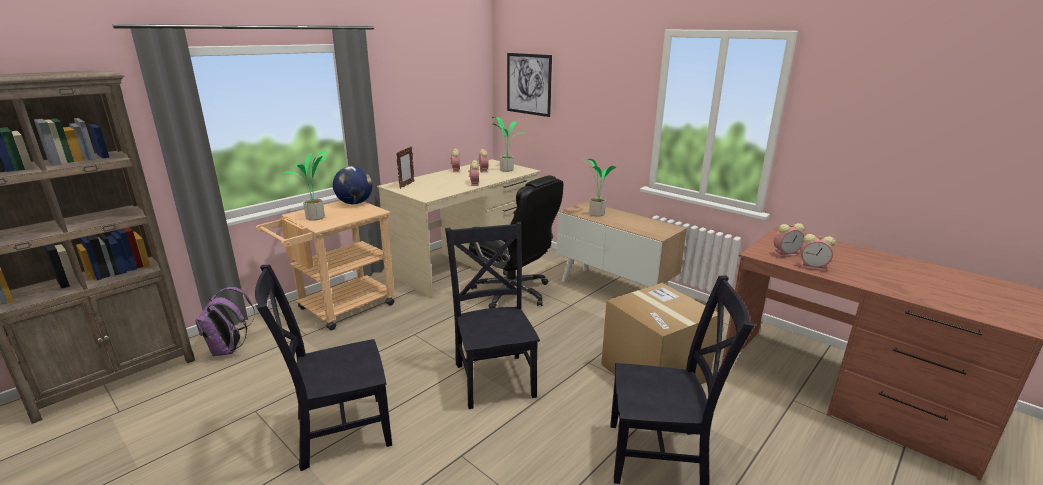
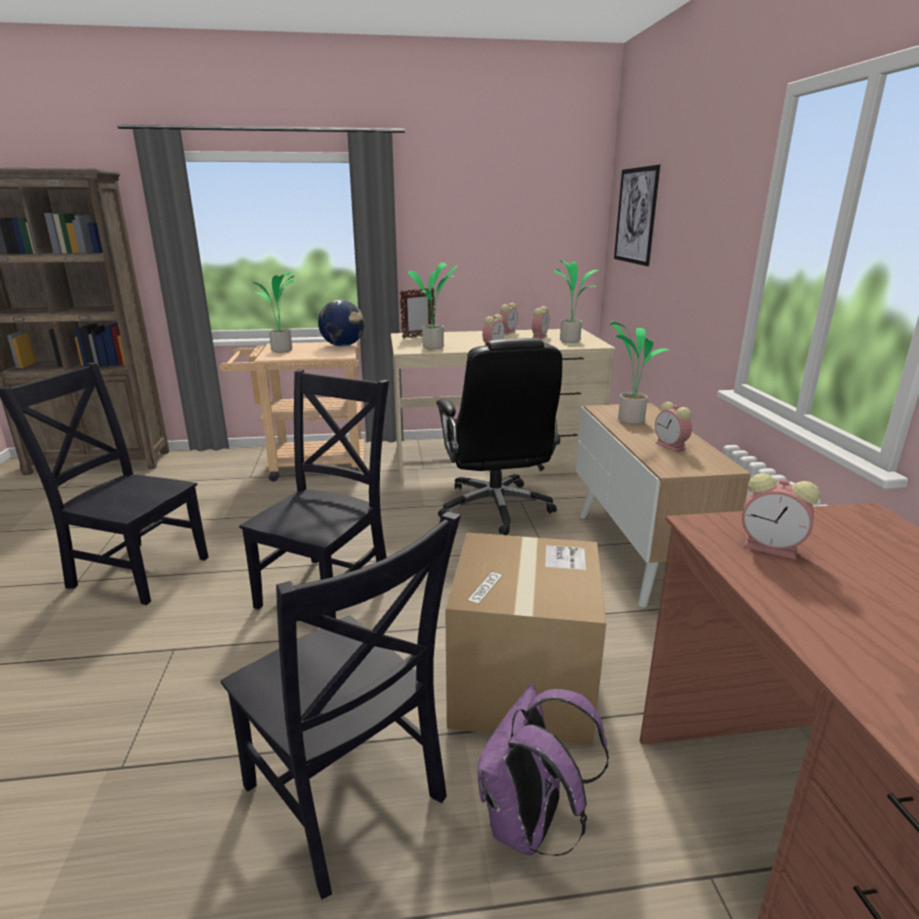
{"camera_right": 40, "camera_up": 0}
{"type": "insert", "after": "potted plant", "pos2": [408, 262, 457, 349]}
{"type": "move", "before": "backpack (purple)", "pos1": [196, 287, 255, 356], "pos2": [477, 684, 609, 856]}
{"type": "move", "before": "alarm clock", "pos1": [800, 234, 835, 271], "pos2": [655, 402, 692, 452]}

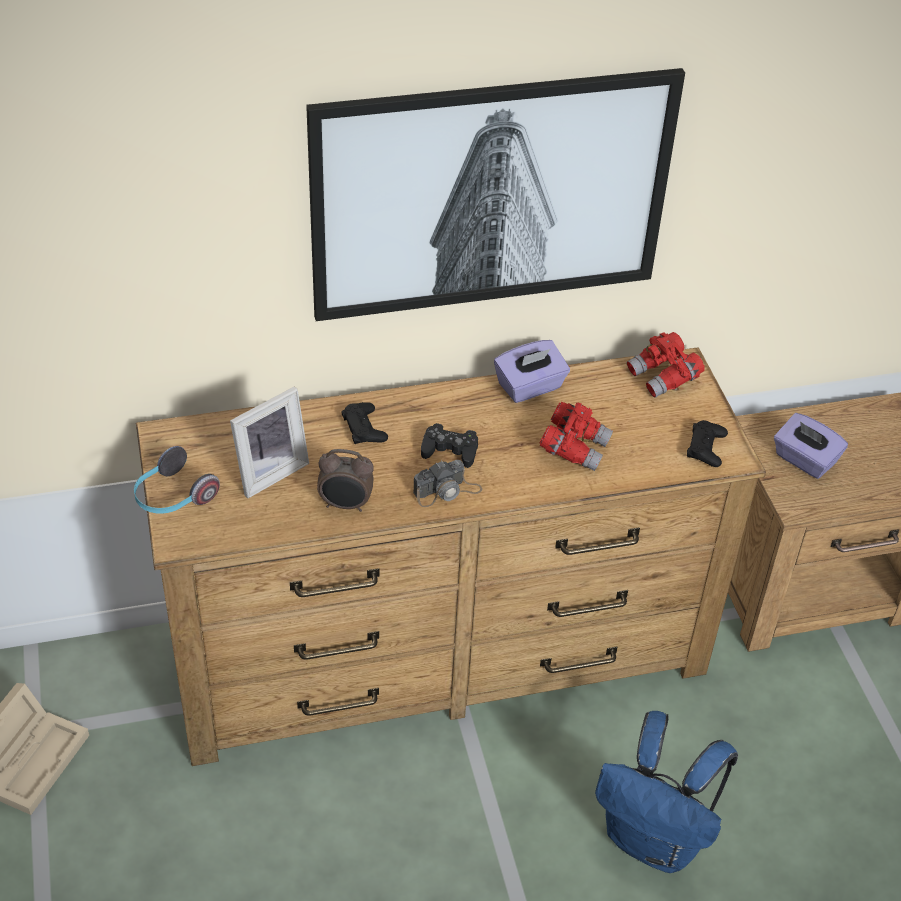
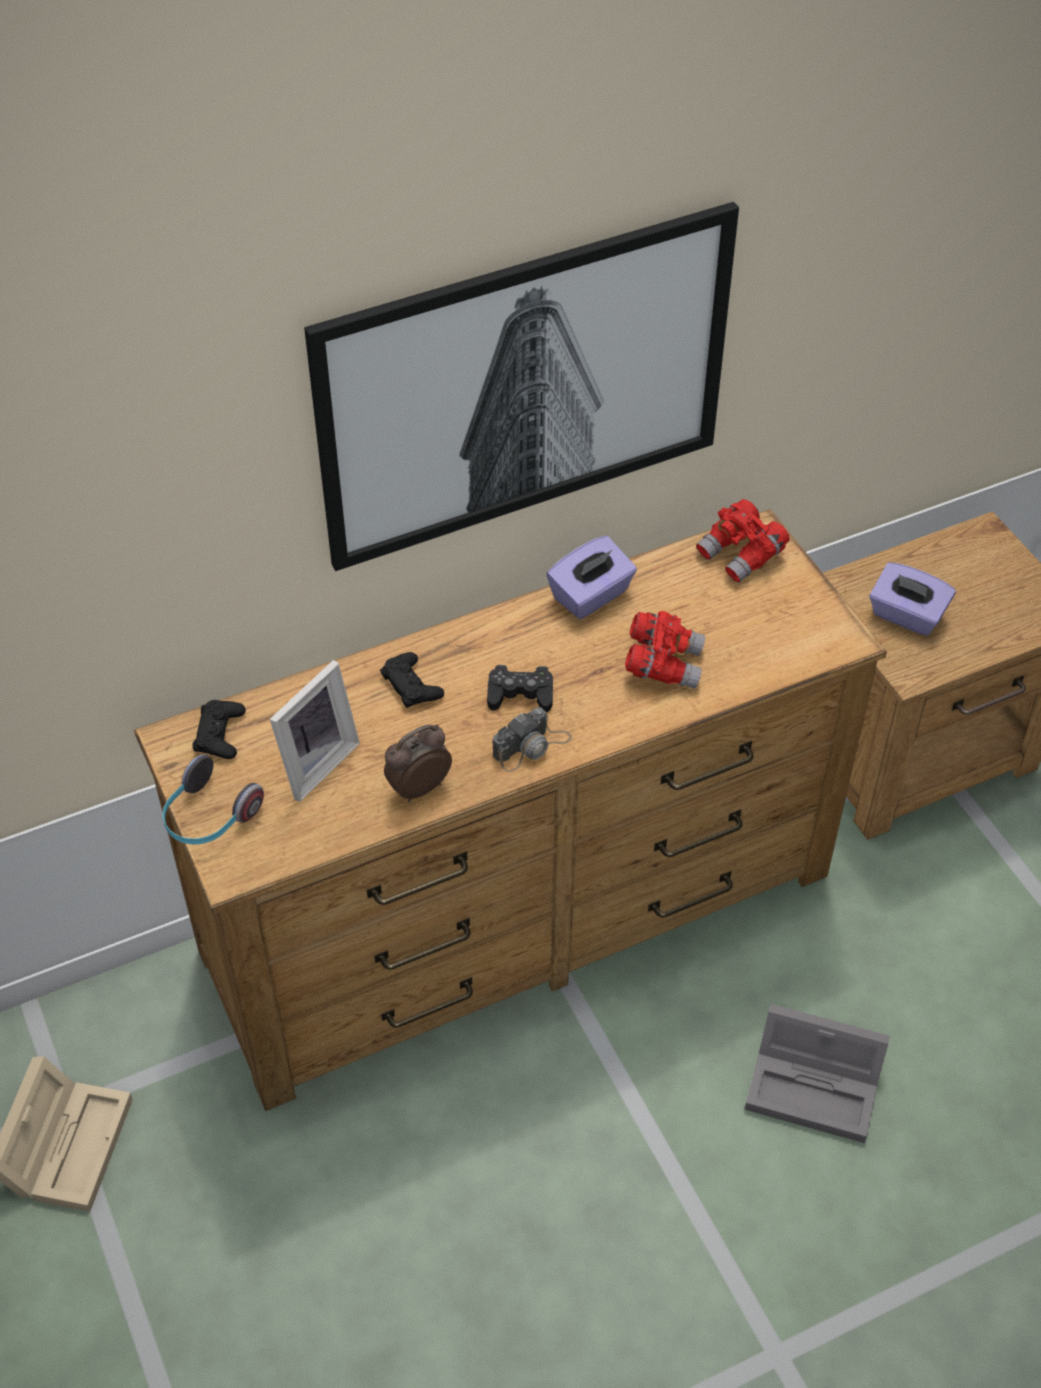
{"camera_right": -10, "camera_up": 5}
{"type": "move", "before": "game controller (black)", "pos1": [687, 420, 728, 467], "pos2": [192, 700, 246, 759]}
{"type": "replace", "before": "backpack (blue)", "after": "storage box (grey)", "pos1": [595, 711, 738, 873], "pos2": [745, 1004, 890, 1143]}
{"type": "rotate", "before": "alarm clock", "pos1": [317, 449, 374, 512], "pos2": [384, 724, 452, 802], "turn": 150}

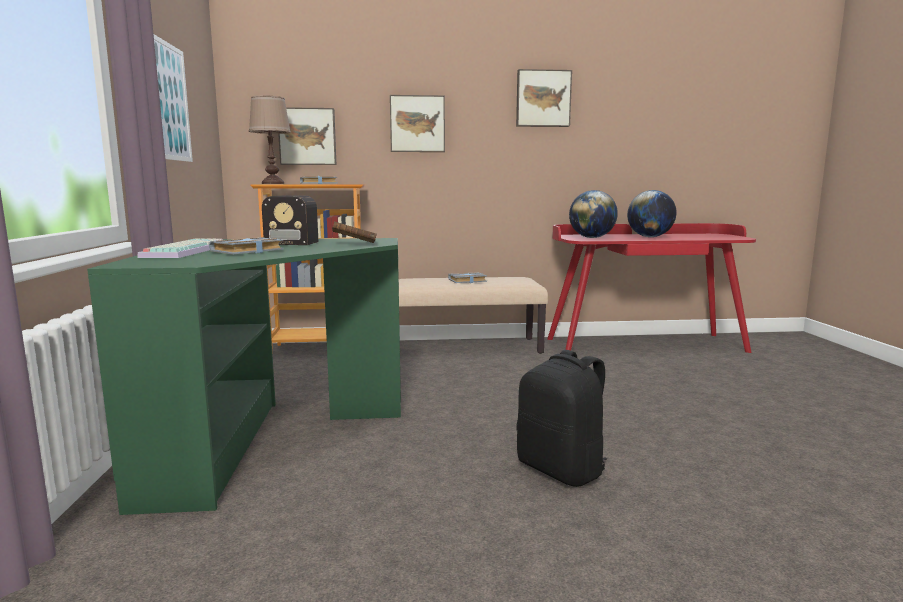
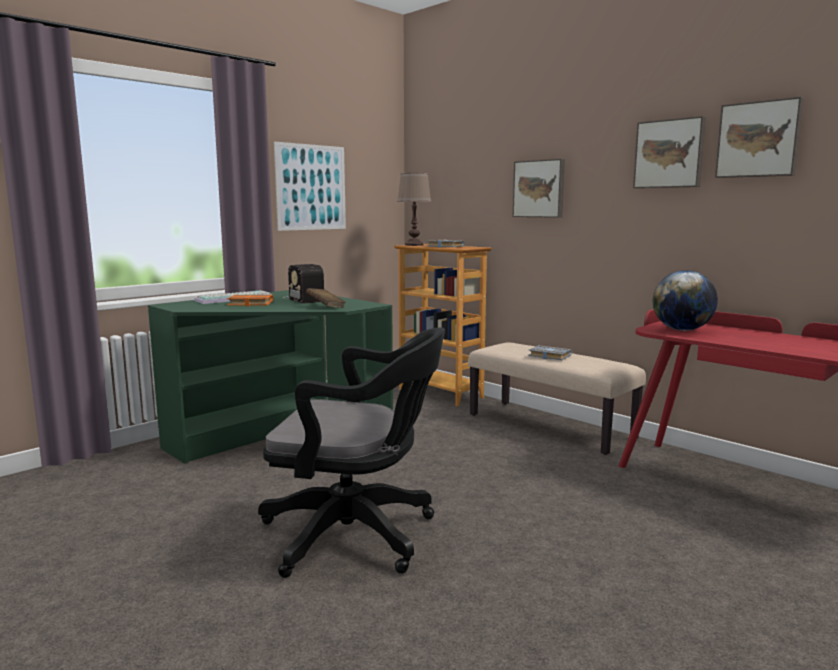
{"camera_right": 50, "camera_up": 0}
{"type": "delete", "before": "globe", "pos1": [627, 190, 677, 237]}
{"type": "move", "before": "picture", "pos1": [278, 107, 336, 165], "pos2": [715, 97, 804, 178]}
{"type": "replace", "before": "backpack (black)", "after": "office chair (black)", "pos1": [516, 350, 607, 487], "pos2": [258, 327, 445, 578]}
{"type": "recolor", "before": "book (grey)", "after": "book (orange)", "pos1": [209, 237, 284, 254], "pos2": [227, 294, 273, 306]}

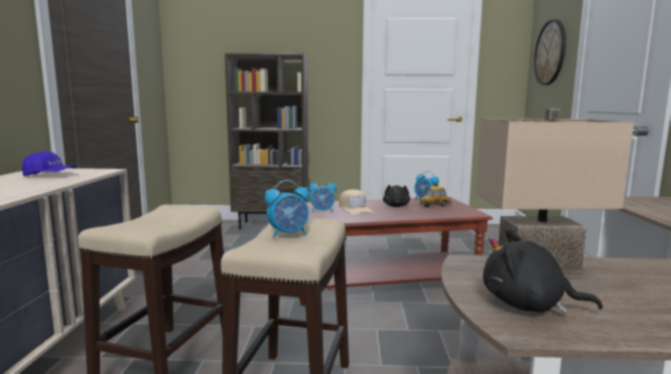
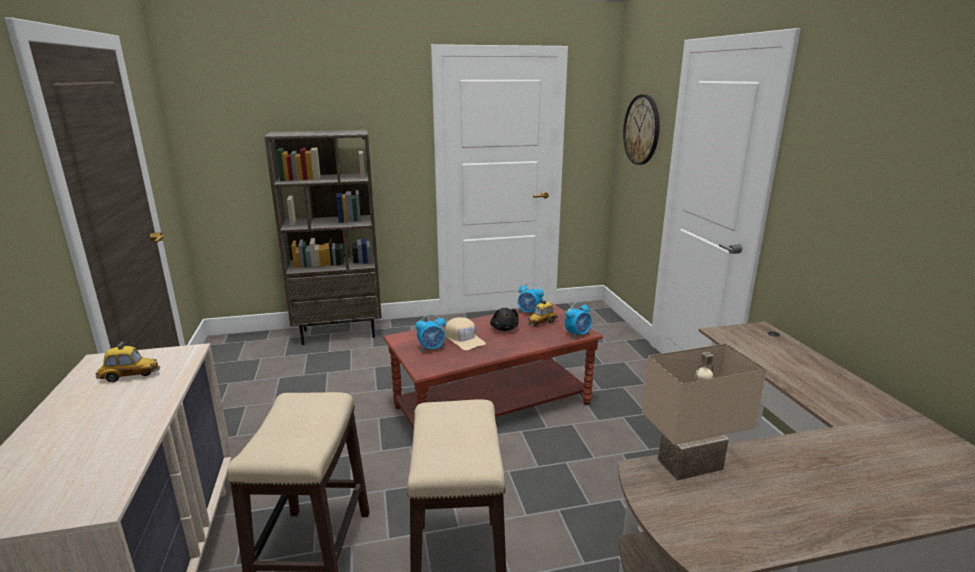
{"camera_right": -15, "camera_up": 10}
{"type": "delete", "before": "plush toy (black)", "pos1": [483, 229, 603, 314]}
{"type": "move", "before": "alarm clock", "pos1": [265, 180, 310, 238], "pos2": [565, 302, 592, 339]}
{"type": "replace", "before": "cap (blue)", "after": "toy car", "pos1": [22, 151, 76, 176], "pos2": [96, 341, 160, 382]}

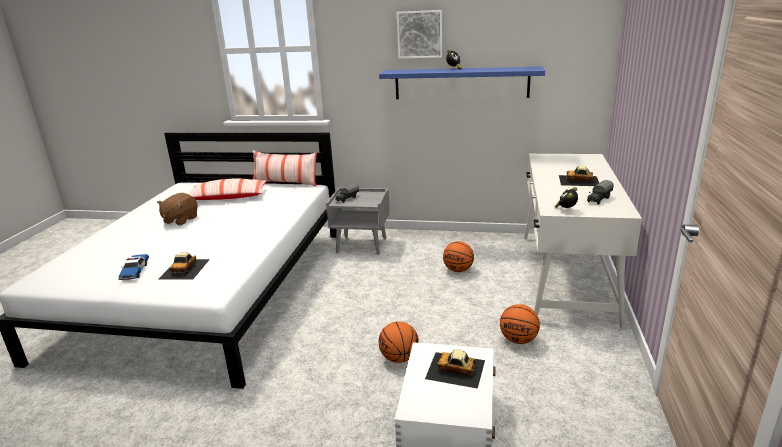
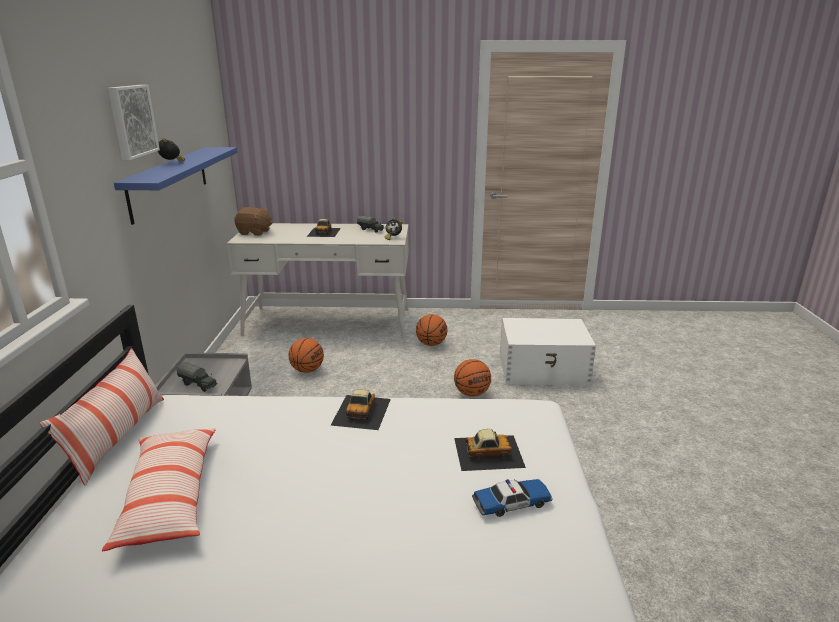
{"camera_right": -100, "camera_up": 0}
{"type": "move", "before": "plush toy (brown)", "pos1": [157, 193, 198, 225], "pos2": [234, 207, 272, 236]}
{"type": "move", "before": "toy car", "pos1": [425, 349, 485, 389], "pos2": [330, 389, 391, 430]}

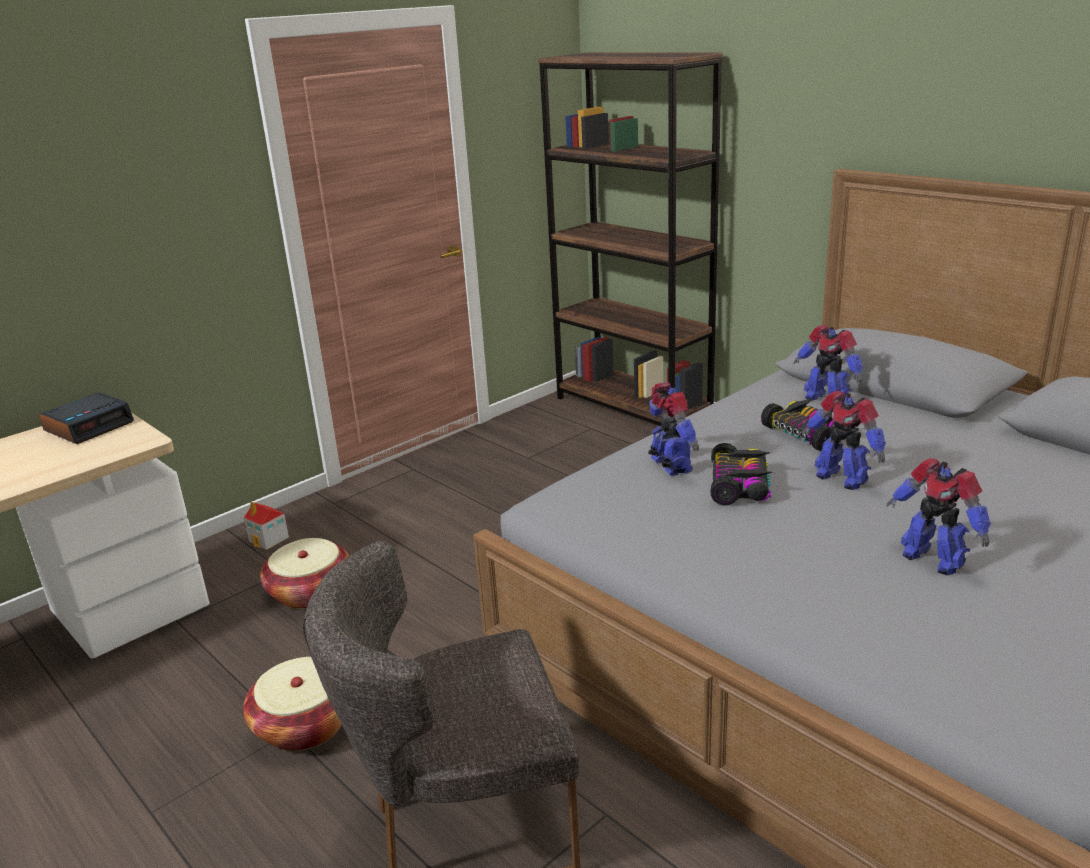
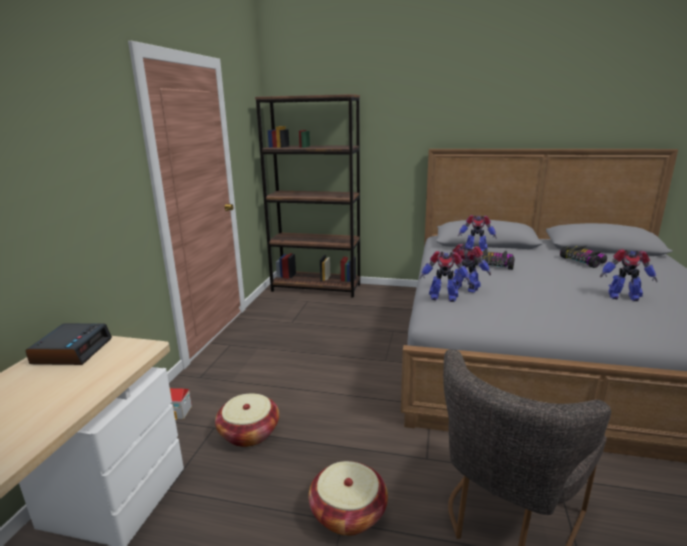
{"camera_right": -35, "camera_up": -5}
{"type": "move", "before": "toy car", "pos1": [710, 443, 772, 506], "pos2": [560, 246, 607, 268]}
{"type": "move", "before": "toy robot", "pos1": [802, 391, 886, 490], "pos2": [420, 251, 470, 302]}

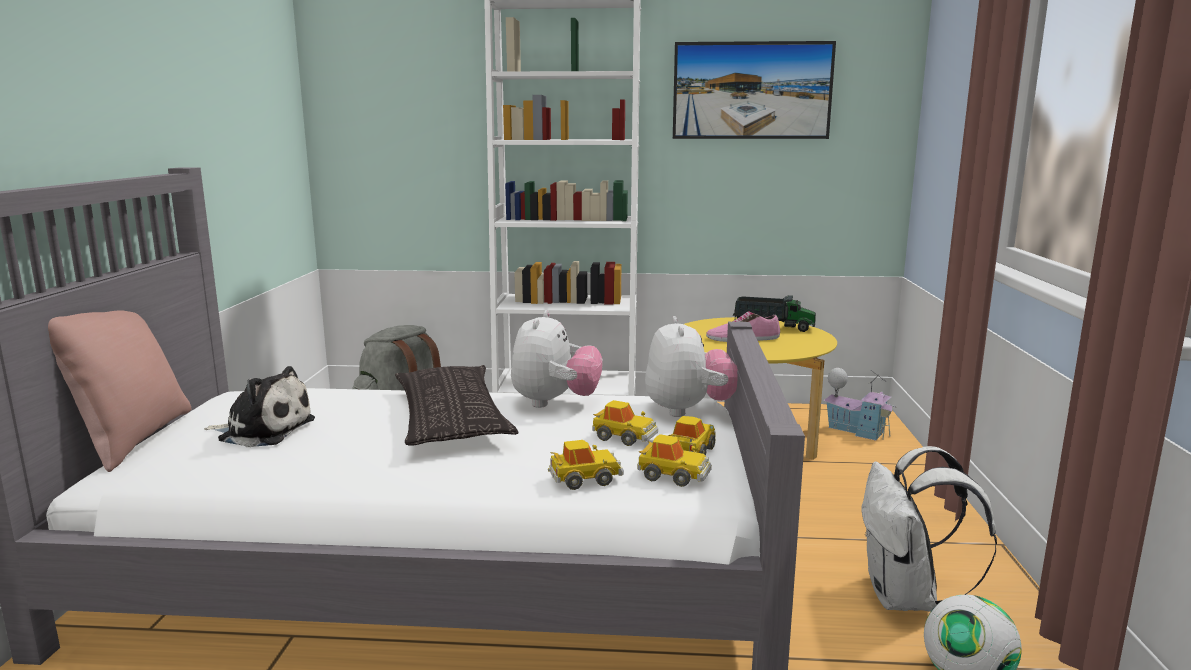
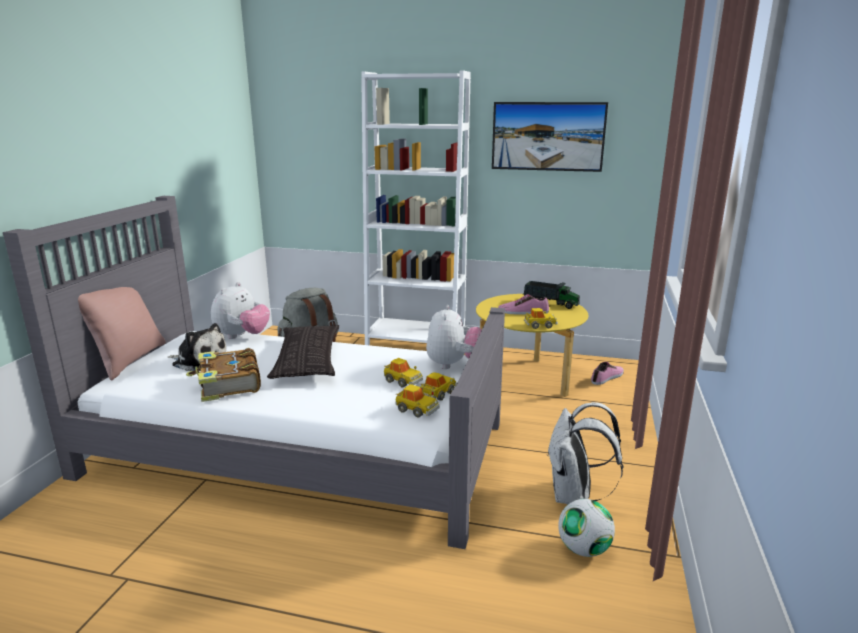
{"camera_right": 10, "camera_up": 5}
{"type": "insert", "after": "book", "pos2": [186, 348, 261, 402]}
{"type": "move", "before": "plush toy", "pos1": [511, 310, 603, 408], "pos2": [211, 282, 270, 339]}
{"type": "move", "before": "toy car", "pos1": [548, 440, 624, 490], "pos2": [524, 308, 558, 329]}
{"type": "replace", "before": "toy house", "after": "shoe", "pos1": [823, 368, 895, 441], "pos2": [591, 362, 624, 385]}

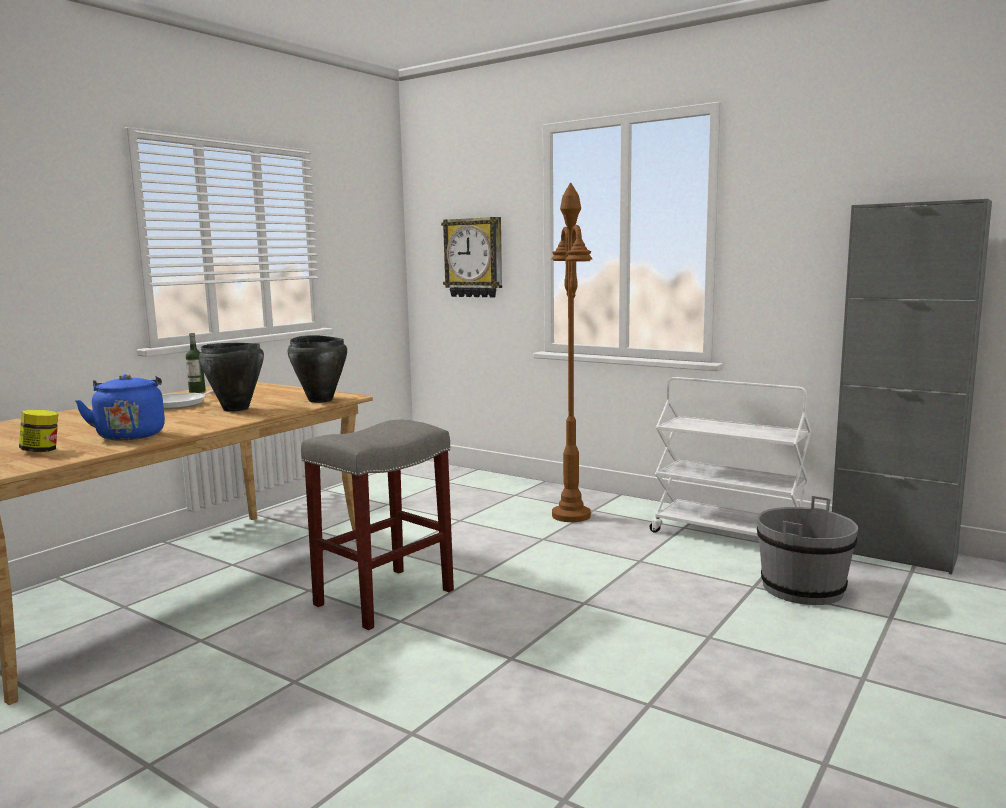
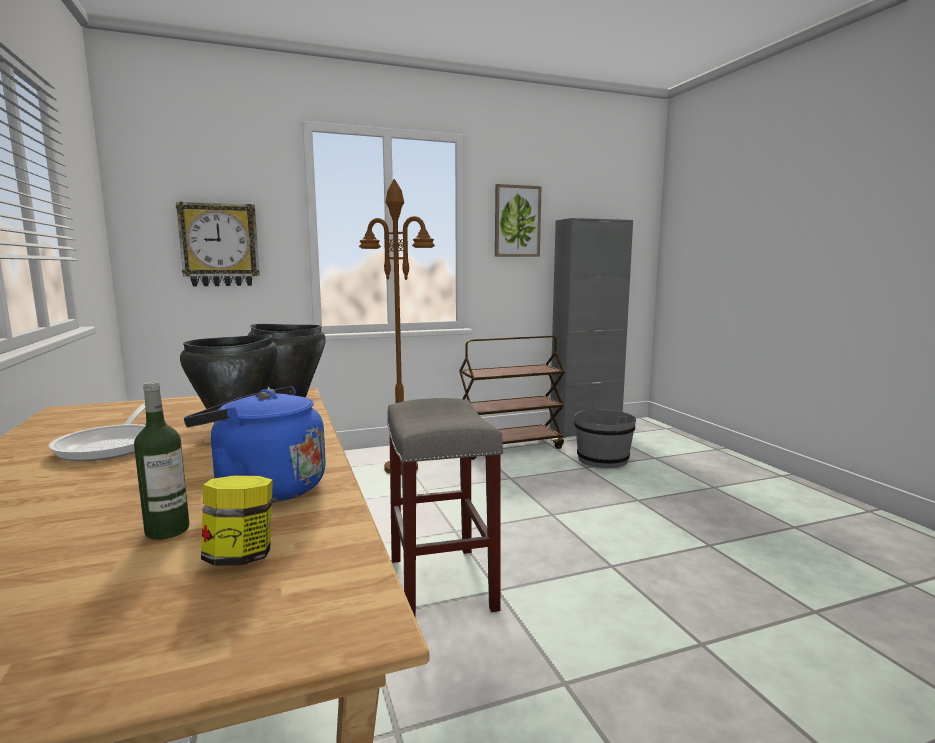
{"camera_right": -55, "camera_up": 0}
{"type": "insert", "after": "picture", "pos2": [495, 184, 542, 257]}
{"type": "move", "before": "bottle", "pos1": [186, 333, 206, 393], "pos2": [134, 382, 190, 540]}
{"type": "recolor", "before": "cart (white)", "after": "cart (brown)", "pos1": [650, 377, 812, 537], "pos2": [459, 336, 565, 460]}

